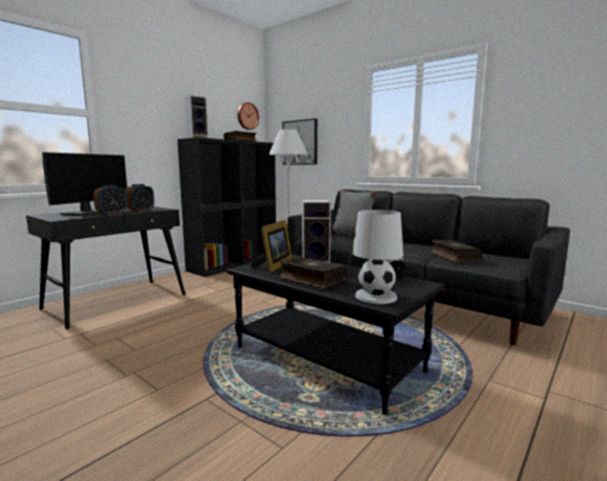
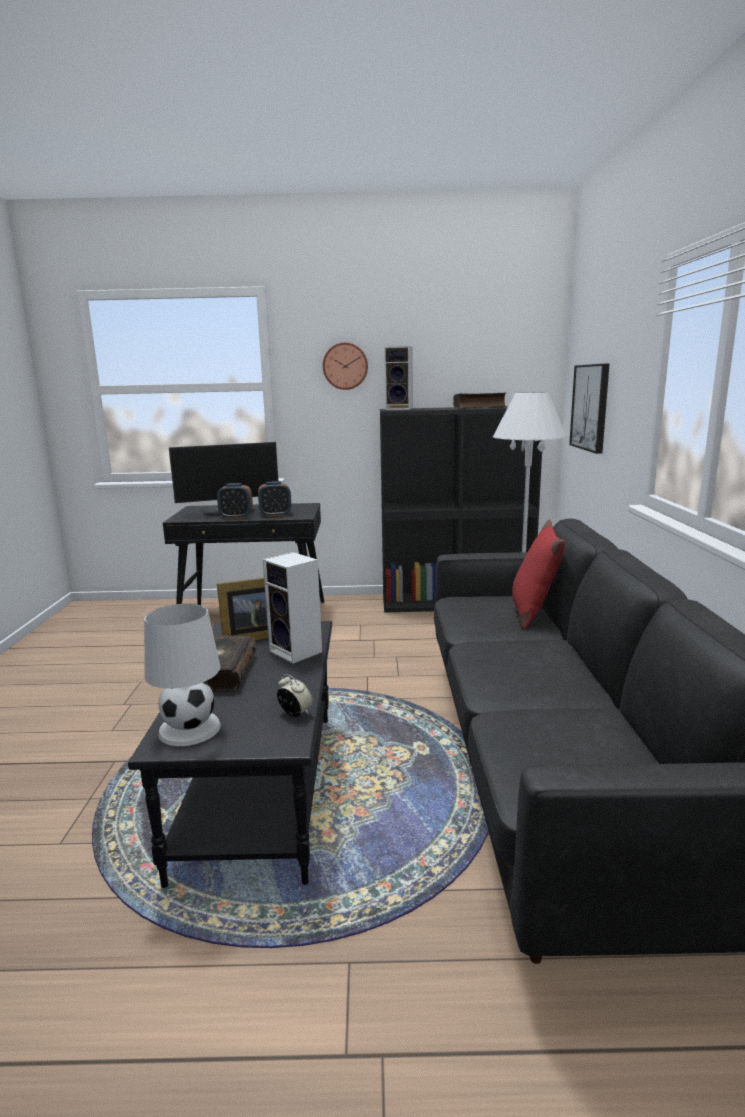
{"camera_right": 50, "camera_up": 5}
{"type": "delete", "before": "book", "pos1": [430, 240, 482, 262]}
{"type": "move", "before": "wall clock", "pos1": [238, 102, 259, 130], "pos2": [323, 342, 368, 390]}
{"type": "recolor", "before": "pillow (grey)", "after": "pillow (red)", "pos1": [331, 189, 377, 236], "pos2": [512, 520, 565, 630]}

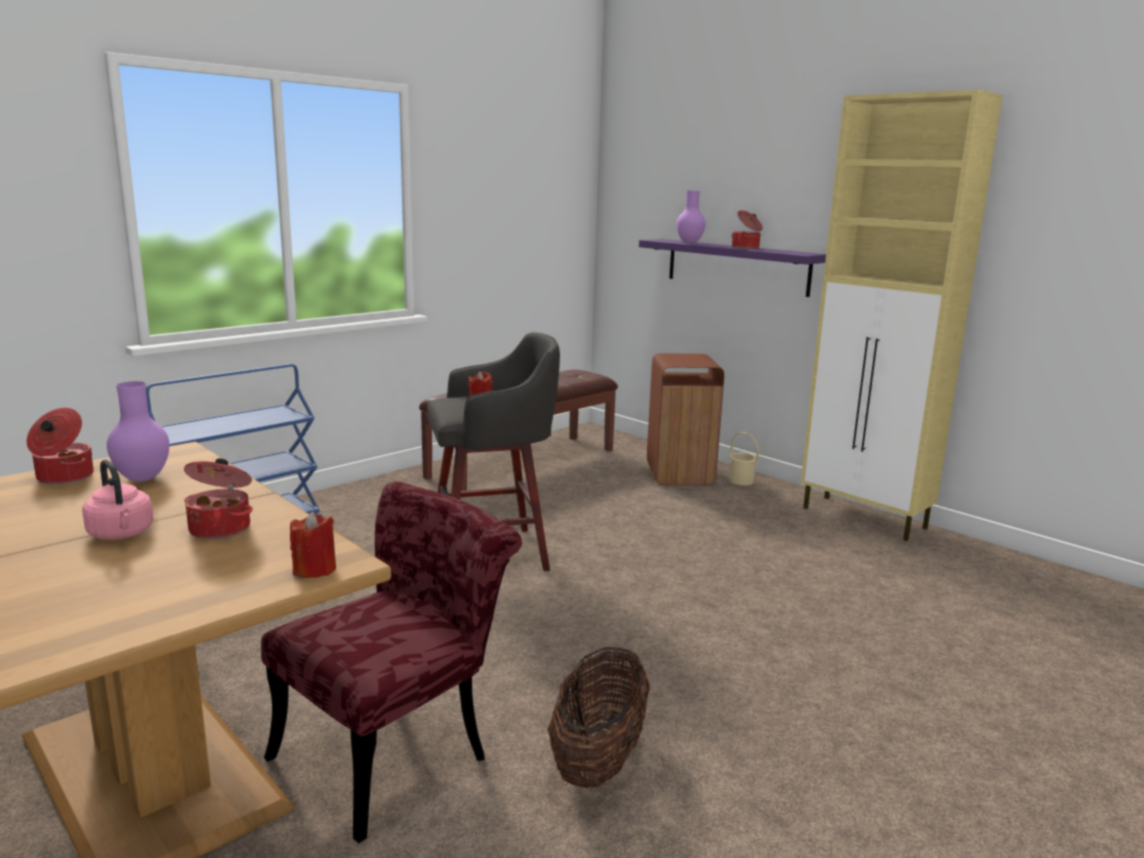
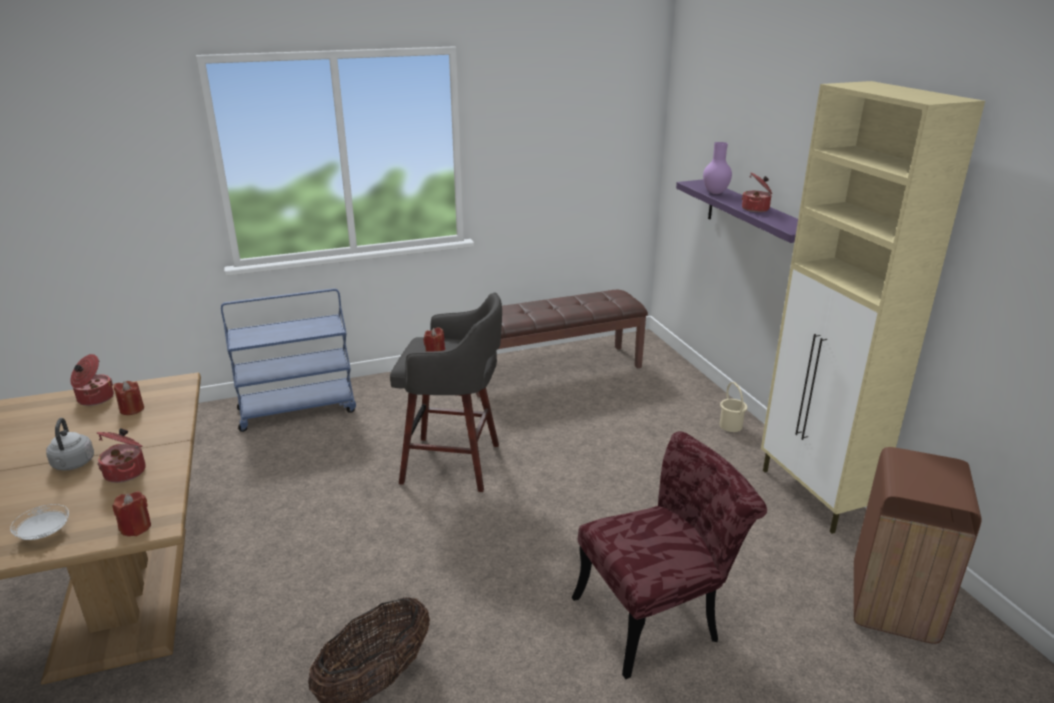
{"camera_right": 25, "camera_up": 10}
{"type": "insert", "after": "plate (white)", "pos2": [10, 504, 69, 540]}
{"type": "move", "before": "chair (red)", "pos1": [261, 482, 522, 843], "pos2": [572, 431, 767, 679]}
{"type": "move", "before": "trash can (brown)", "pos1": [647, 353, 724, 485], "pos2": [854, 447, 981, 644]}
{"type": "replace", "before": "vase (purple)", "after": "candle (red)", "pos1": [107, 381, 169, 482], "pos2": [114, 381, 144, 415]}
{"type": "recolor", "before": "kettle (pink)", "after": "kettle (grey)", "pos1": [82, 460, 154, 540], "pos2": [46, 418, 94, 471]}

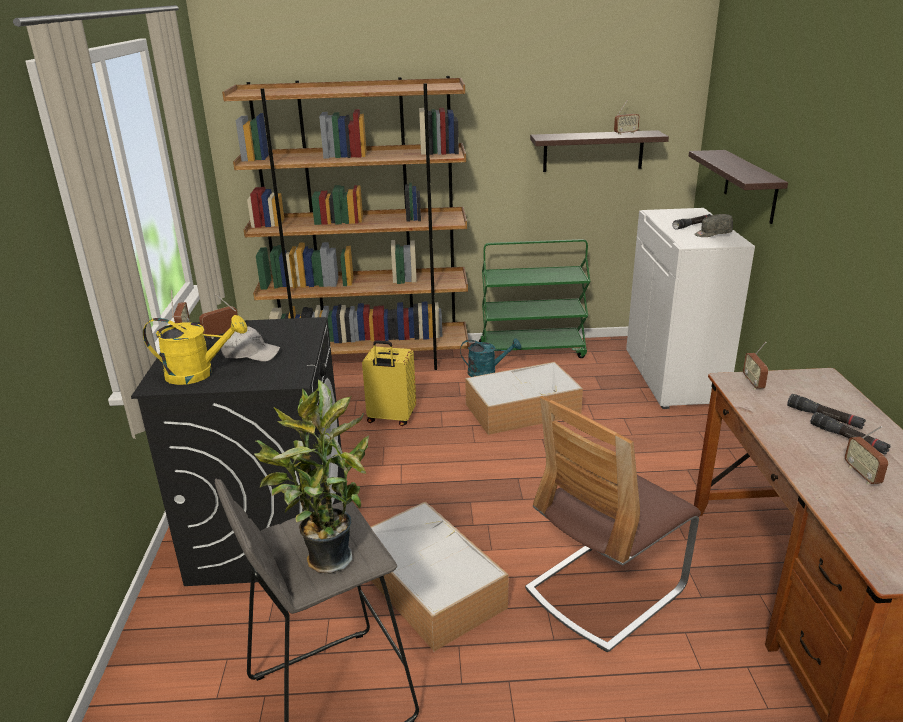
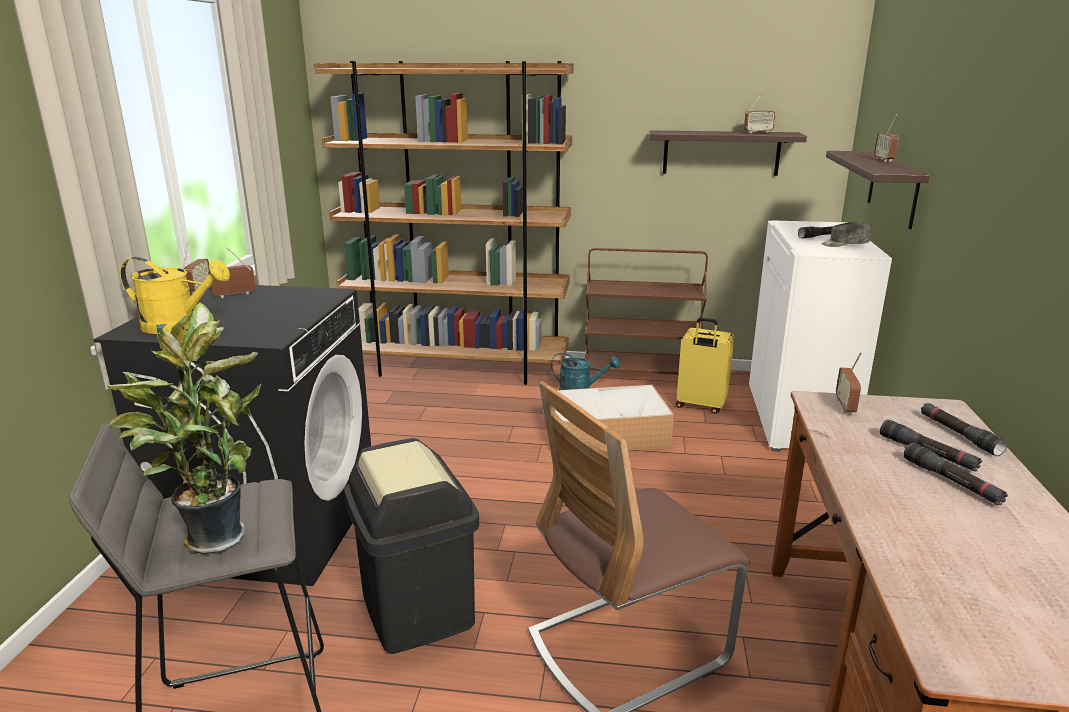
{"camera_right": 10, "camera_up": -5}
{"type": "delete", "before": "cap (white)", "pos1": [221, 327, 280, 362]}
{"type": "insert", "after": "flashlight (black)", "pos2": [921, 403, 1007, 456]}
{"type": "move", "before": "suitcase (yellow)", "pos1": [362, 340, 416, 426], "pos2": [676, 318, 734, 414]}
{"type": "move", "before": "radio", "pos1": [845, 426, 888, 484], "pos2": [874, 115, 898, 162]}
{"type": "replace", "before": "storage box", "after": "trash can (black)", "pos1": [371, 502, 509, 652], "pos2": [344, 438, 479, 654]}
{"type": "recolor", "before": "cart (green)", "after": "cart (brown)", "pos1": [479, 239, 590, 358], "pos2": [584, 248, 708, 375]}

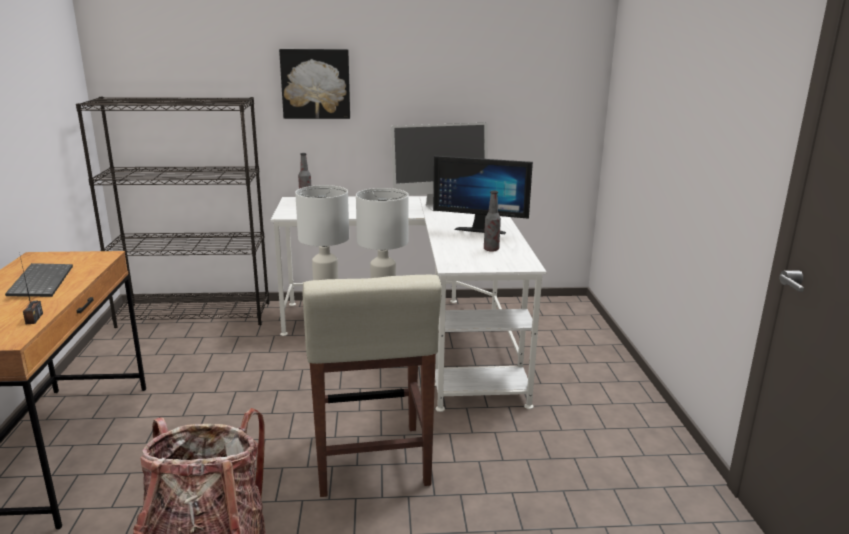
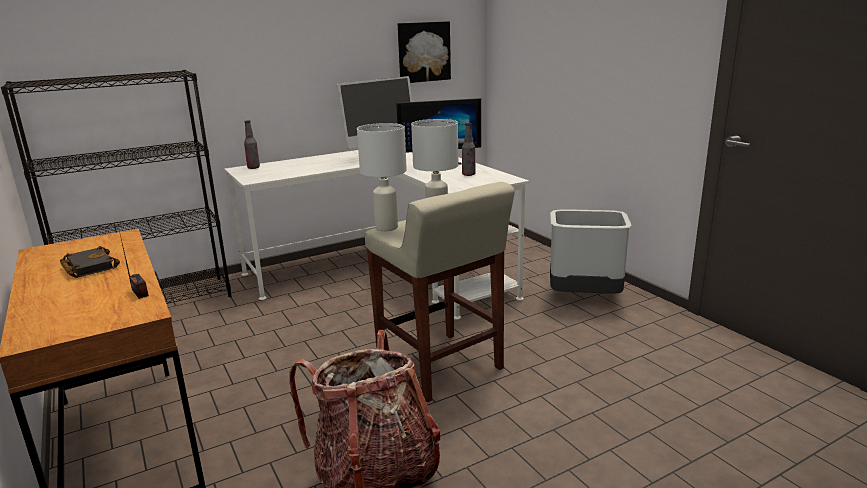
{"camera_right": -25, "camera_up": 0}
{"type": "insert", "after": "trash can (grey)", "pos2": [550, 209, 632, 294]}
{"type": "move", "before": "picture", "pos1": [279, 49, 350, 119], "pos2": [398, 21, 451, 83]}
{"type": "replace", "before": "keyboard", "after": "book (black)", "pos1": [5, 263, 73, 297], "pos2": [60, 246, 120, 278]}

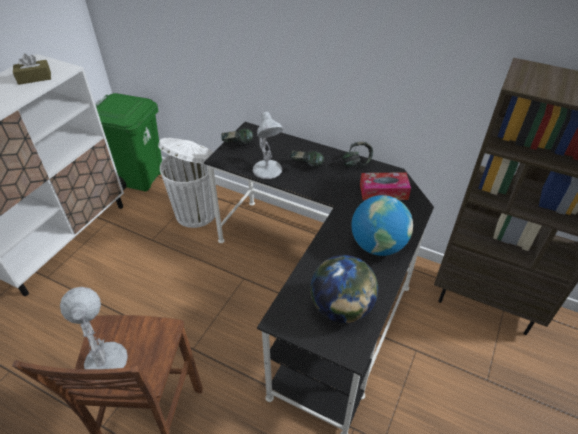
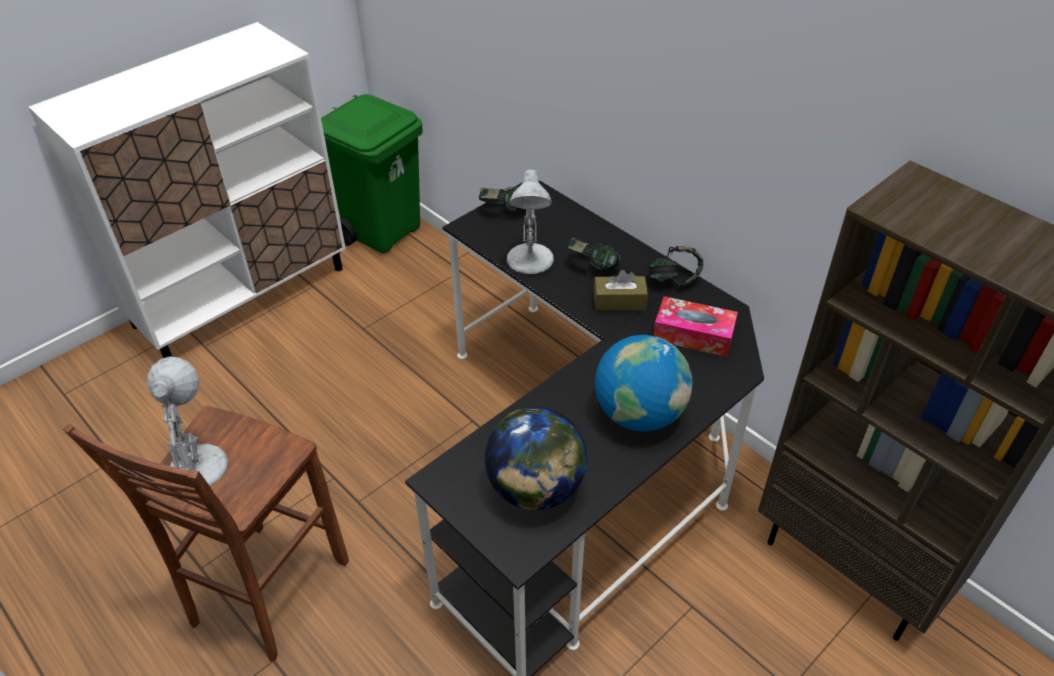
{"camera_right": 20, "camera_up": 0}
{"type": "delete", "before": "trash can (white)", "pos1": [158, 138, 215, 228]}
{"type": "move", "before": "tissue box (brown)", "pos1": [13, 54, 51, 85], "pos2": [594, 270, 648, 311]}

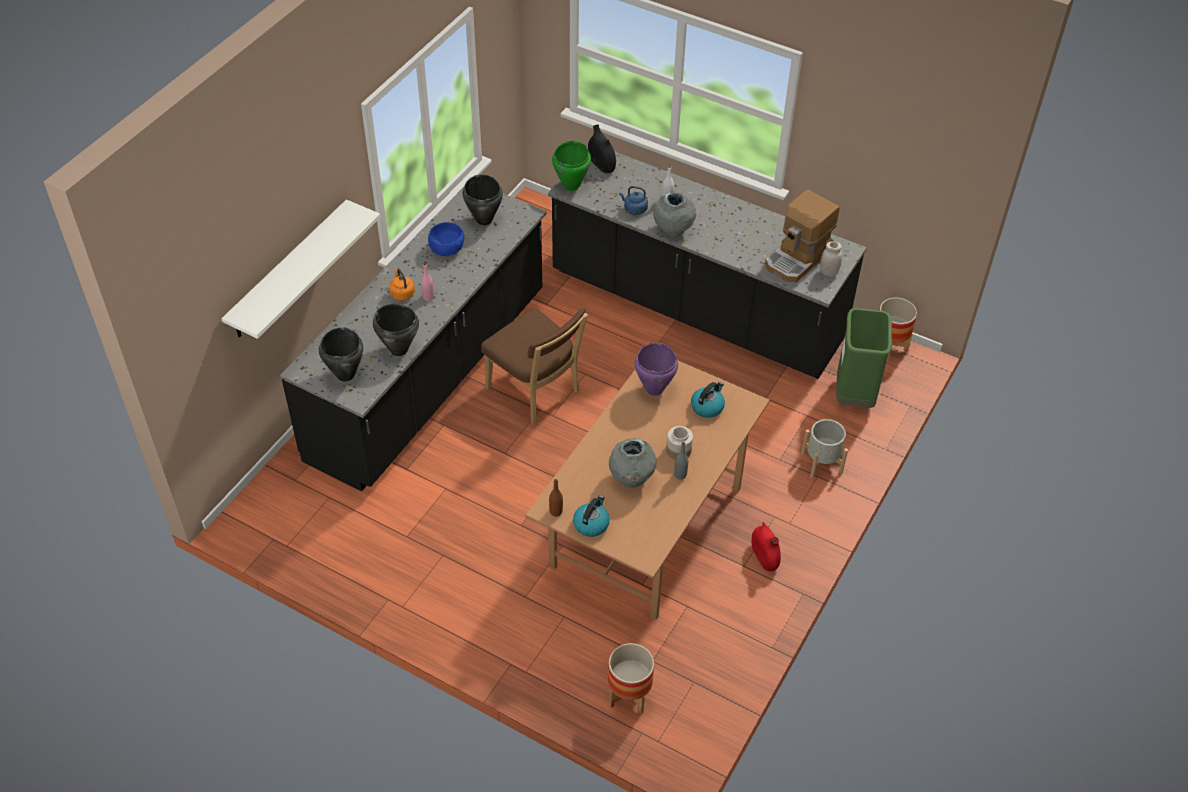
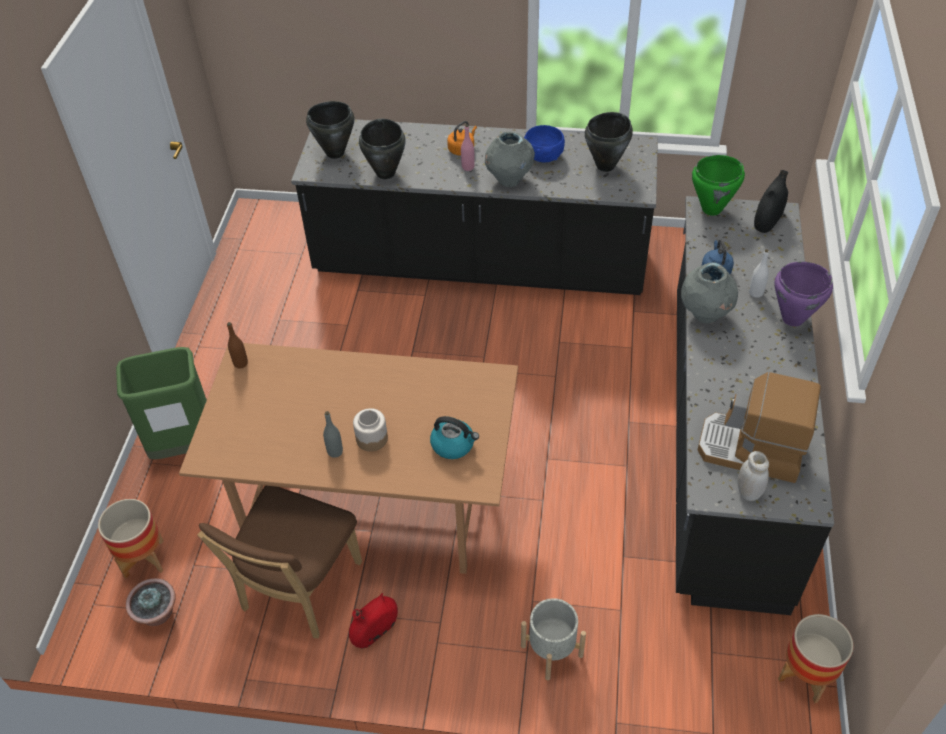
{"camera_right": 70, "camera_up": 0}
{"type": "delete", "before": "shelf (white)", "pos1": [221, 199, 381, 339]}
{"type": "delete", "before": "kettle", "pos1": [573, 495, 610, 537]}
{"type": "insert", "after": "potted plant", "pos2": [126, 578, 176, 626]}
{"type": "move", "before": "chair (brown)", "pos1": [481, 308, 588, 424], "pos2": [197, 486, 362, 638]}
{"type": "move", "before": "vase (grey)", "pos1": [609, 438, 656, 487], "pos2": [485, 131, 535, 187]}
{"type": "move", "before": "cooking pot (purple)", "pos1": [634, 343, 678, 396], "pos2": [774, 261, 833, 326]}
{"type": "move", "before": "trash can (green)", "pos1": [836, 308, 892, 408], "pos2": [116, 347, 207, 459]}

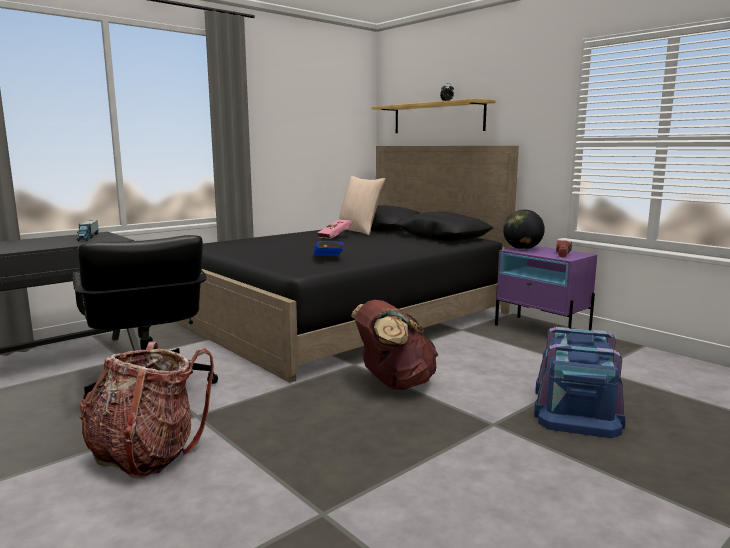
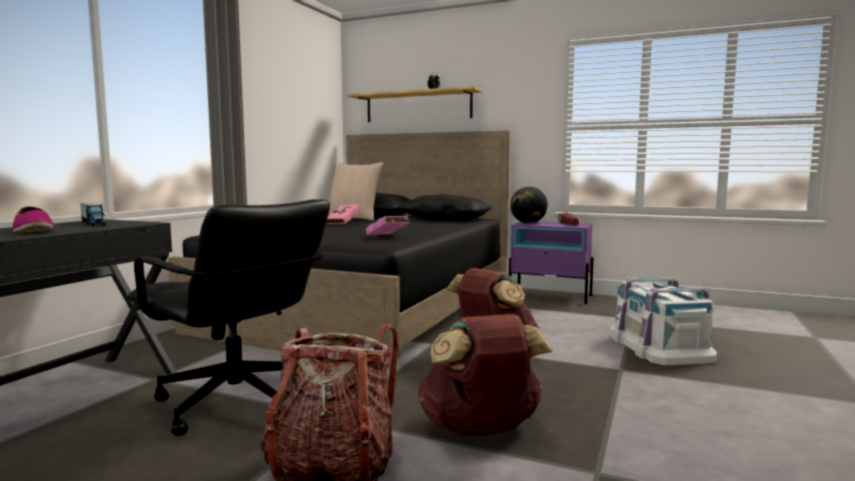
{"camera_right": -25, "camera_up": -5}
{"type": "insert", "after": "shoe", "pos2": [13, 206, 54, 233]}
{"type": "insert", "after": "backpack (brown)", "pos2": [418, 314, 553, 436]}
{"type": "recolor", "before": "book (blue)", "after": "book (pink)", "pos1": [313, 241, 344, 256], "pos2": [366, 216, 409, 235]}
{"type": "recolor", "before": "storage box (blue)", "after": "storage box (white)", "pos1": [534, 327, 625, 438], "pos2": [610, 277, 717, 365]}

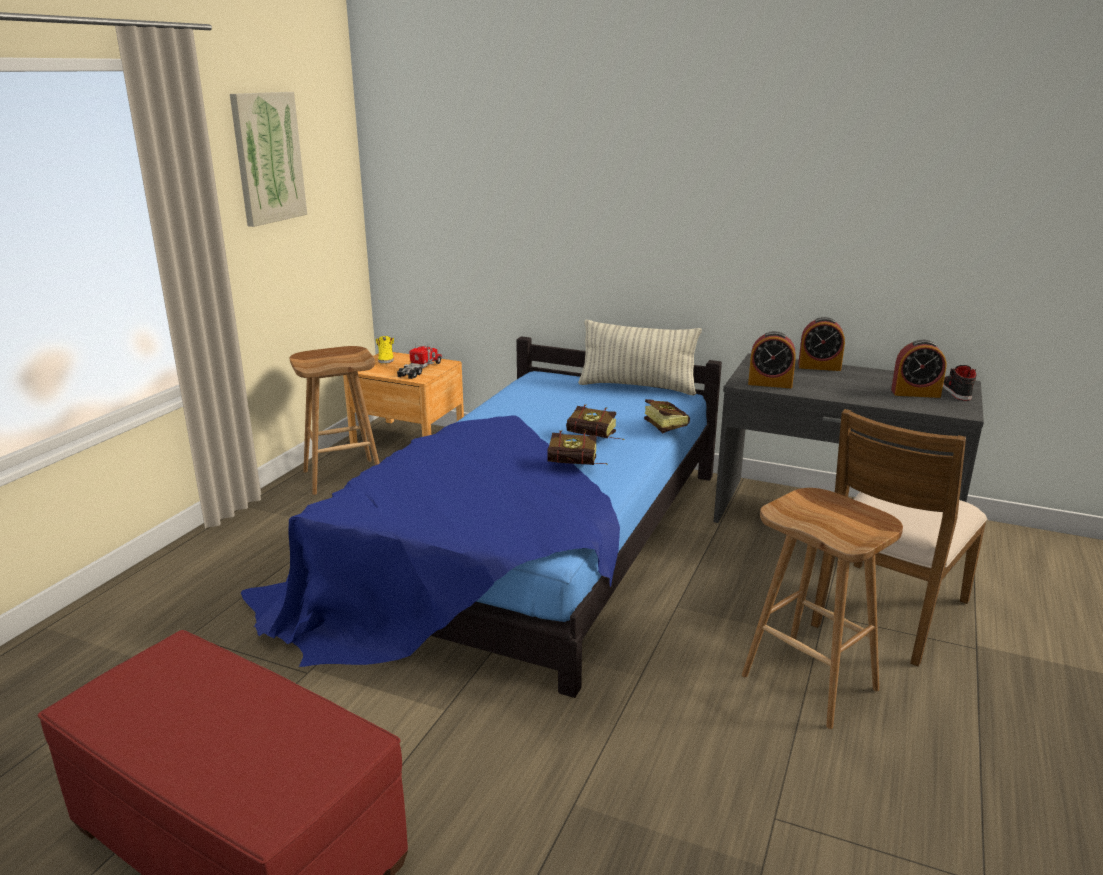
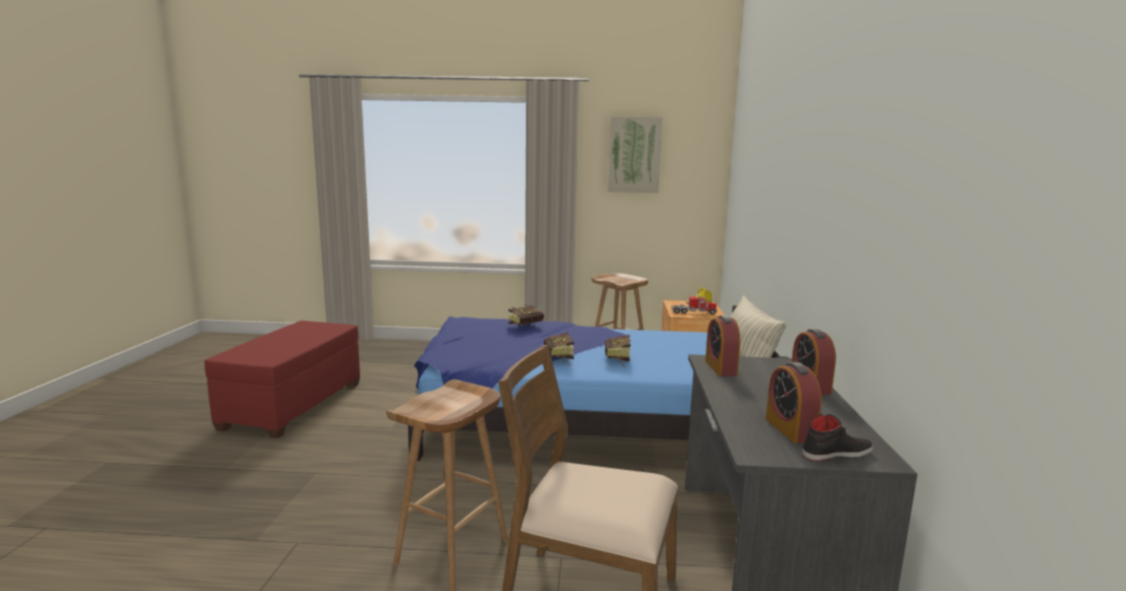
{"camera_right": 70, "camera_up": -10}
{"type": "move", "before": "book", "pos1": [644, 399, 690, 433], "pos2": [508, 305, 544, 325]}

